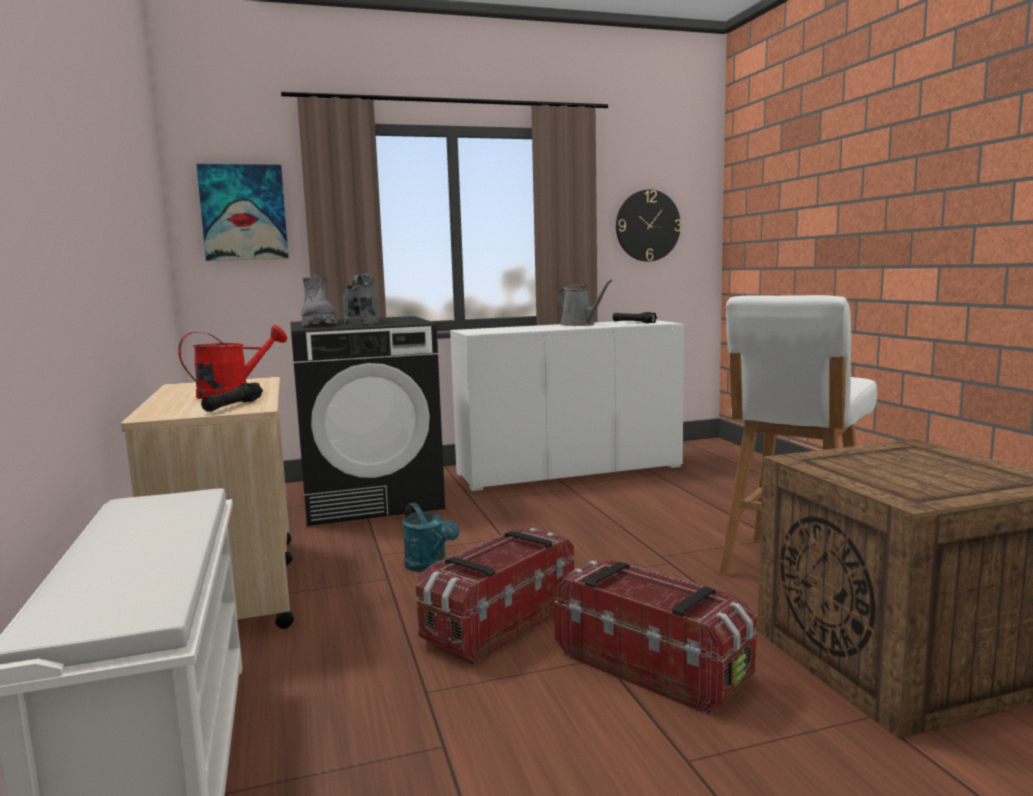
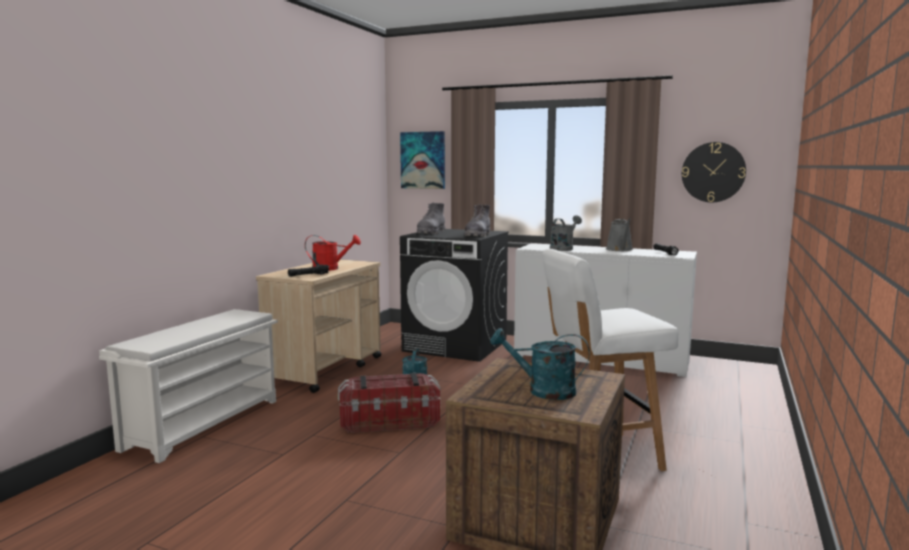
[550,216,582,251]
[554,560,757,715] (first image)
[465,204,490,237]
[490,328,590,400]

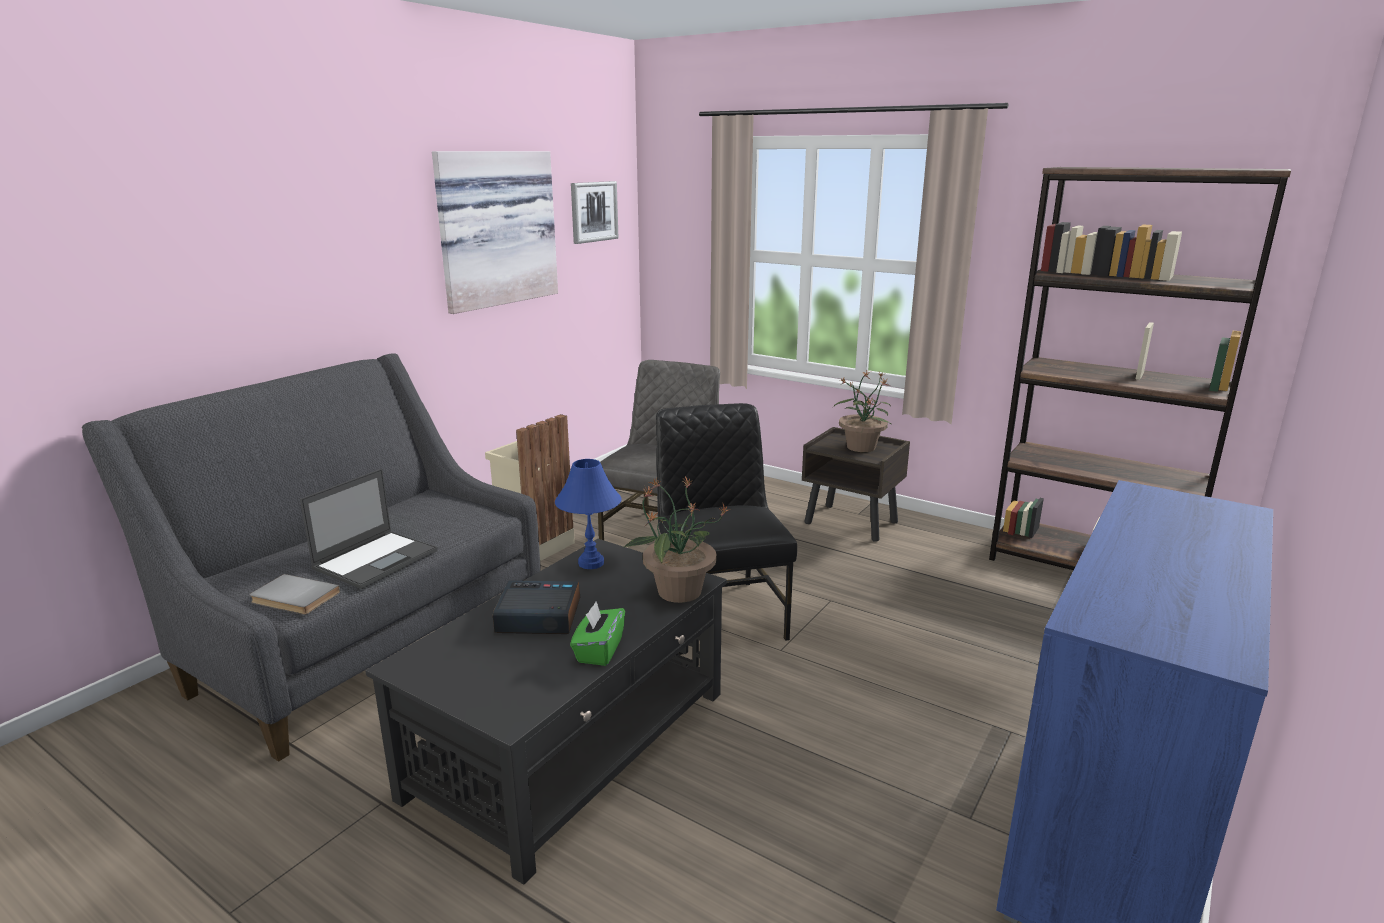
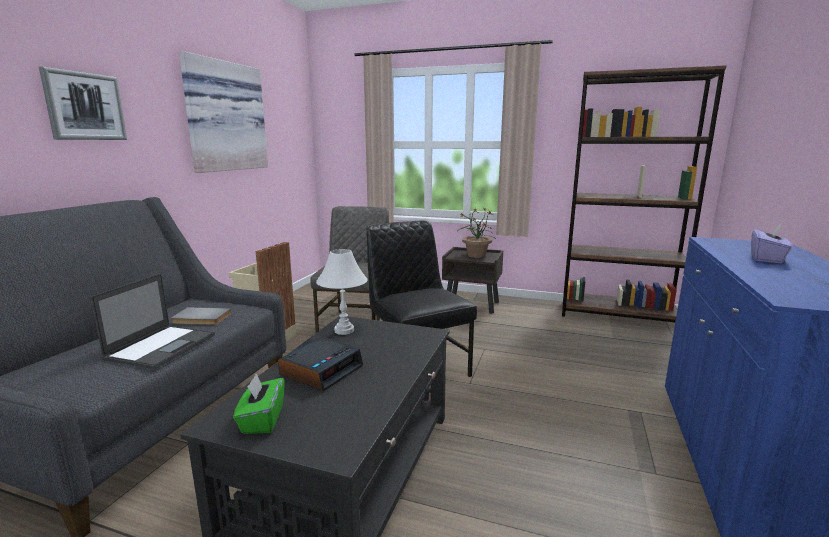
[171,307,231,325]
[278,337,363,391]
[316,249,368,335]
[233,373,285,434]
[39,67,127,140]
[623,476,728,603] (first image)
[751,224,792,263]

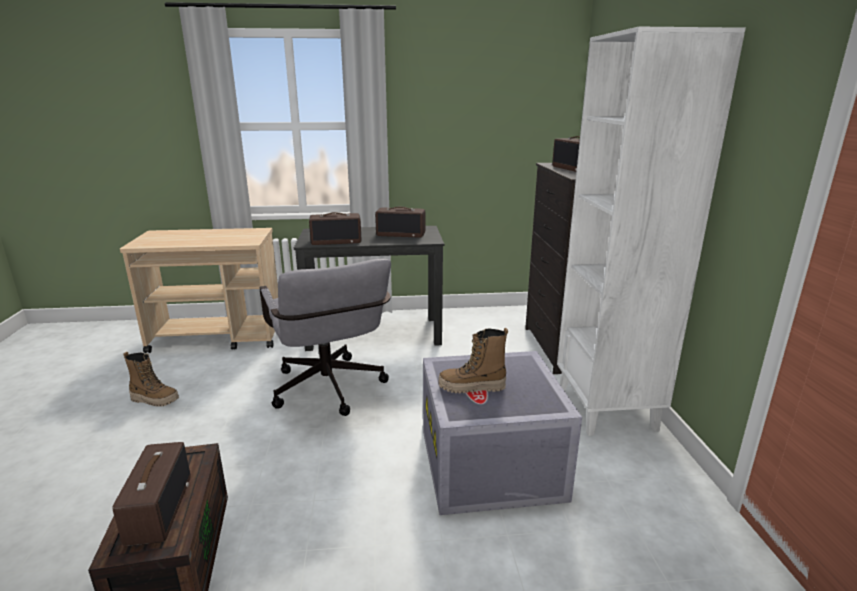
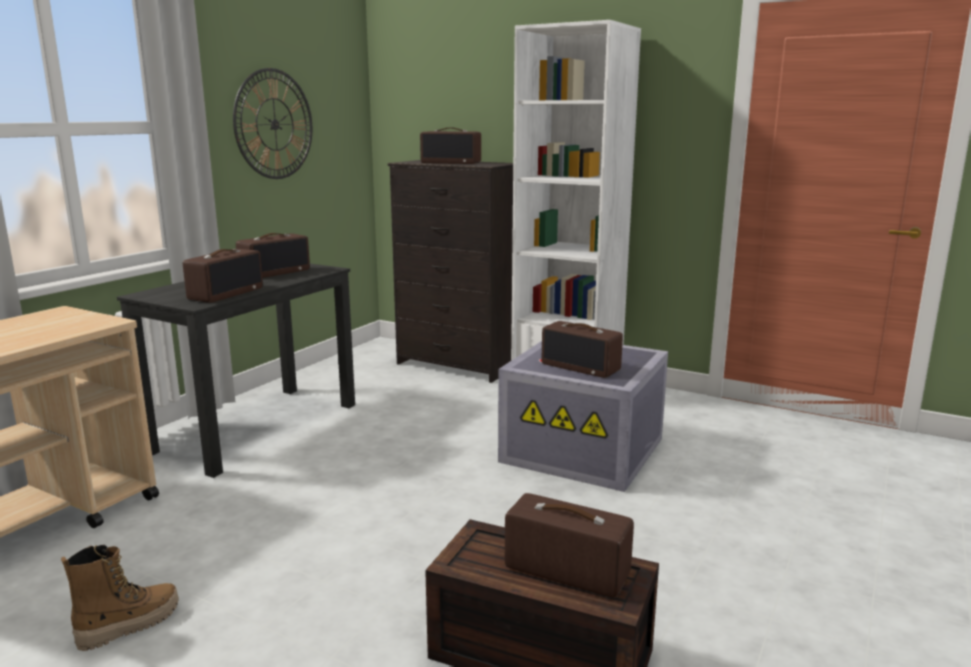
[260,259,391,416] (first image)
[542,321,623,378]
[233,68,312,179]

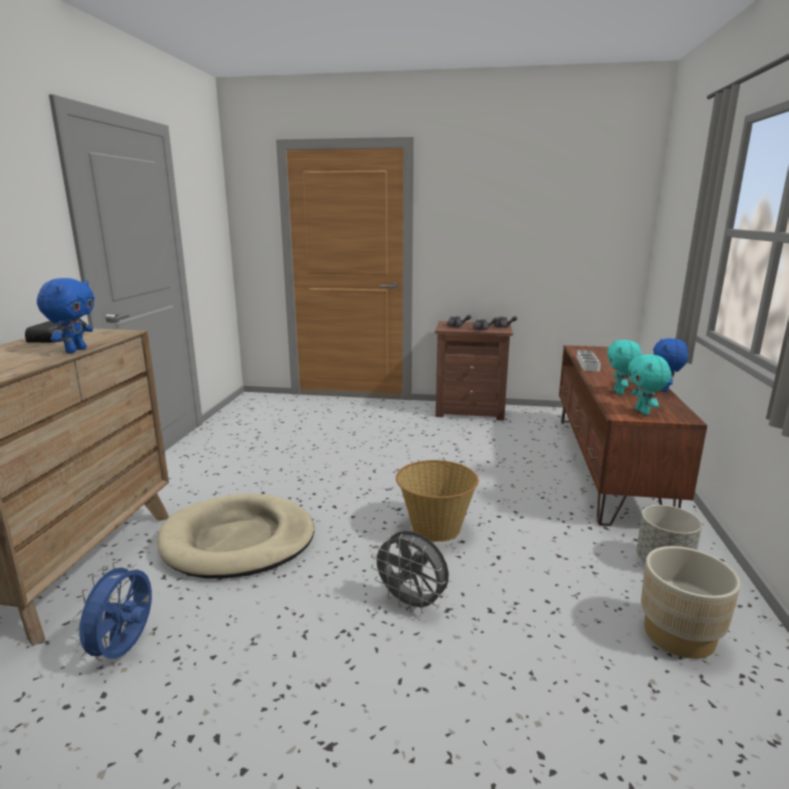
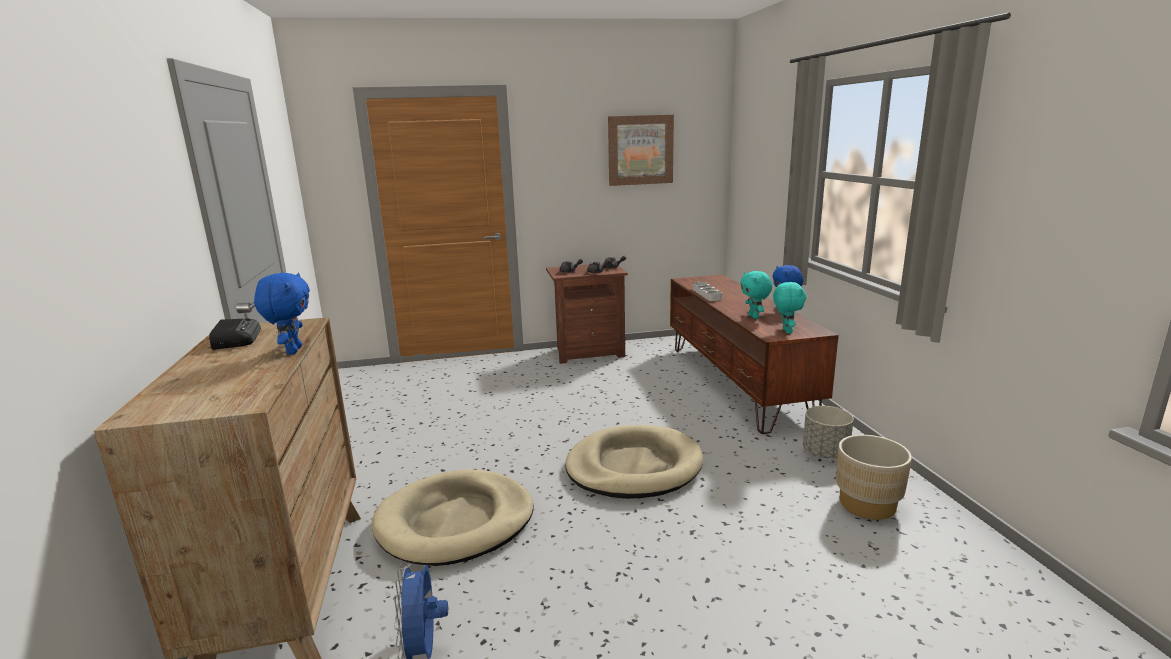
[371,531,449,614] (first image)
[565,425,703,499]
[773,282,806,334]
[608,115,674,186]

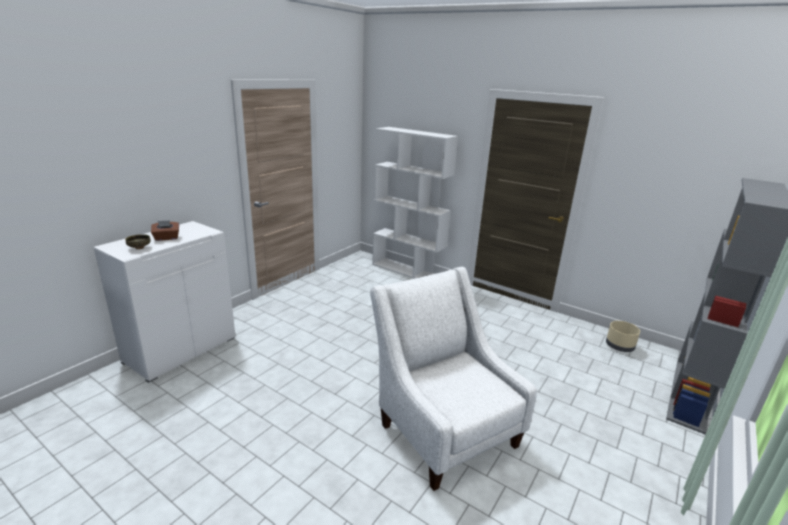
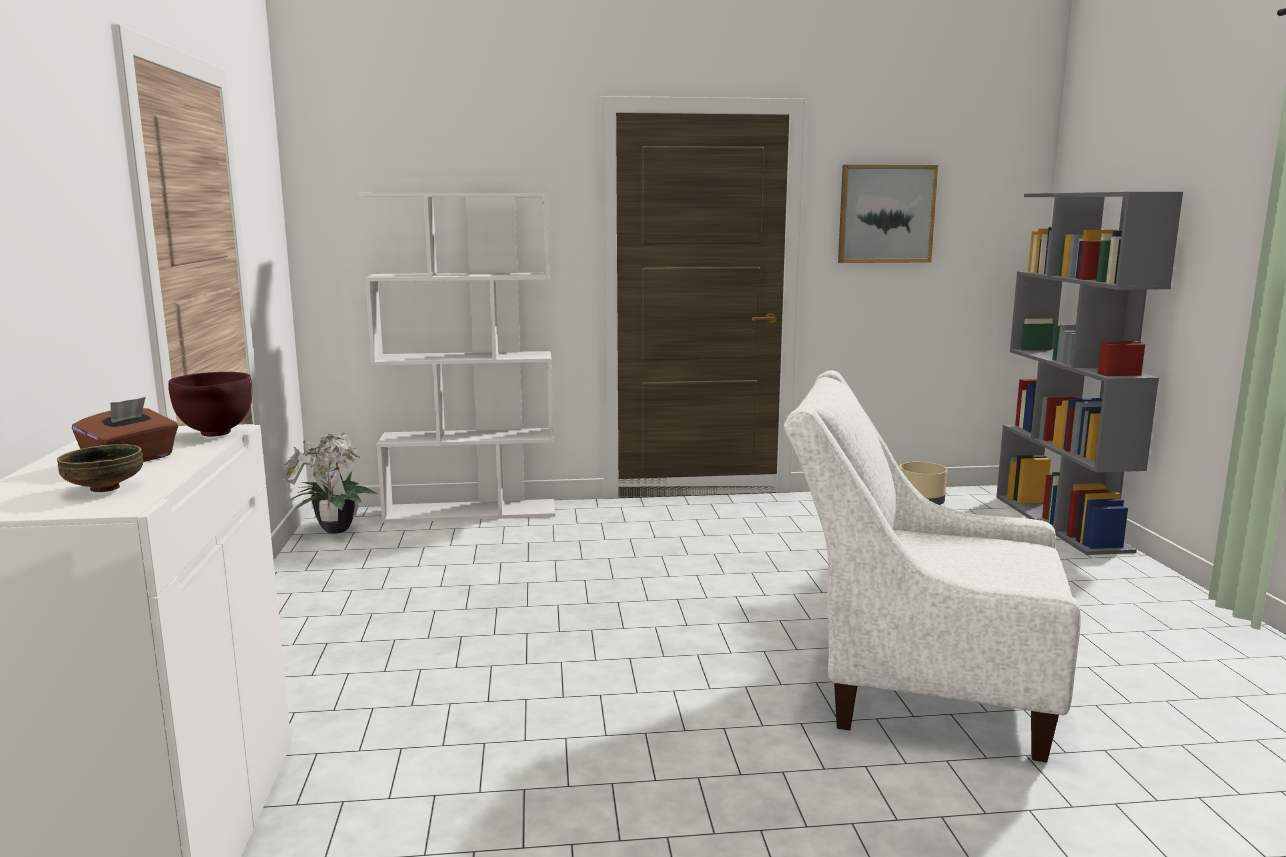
[168,372,252,437]
[282,432,378,534]
[838,165,938,263]

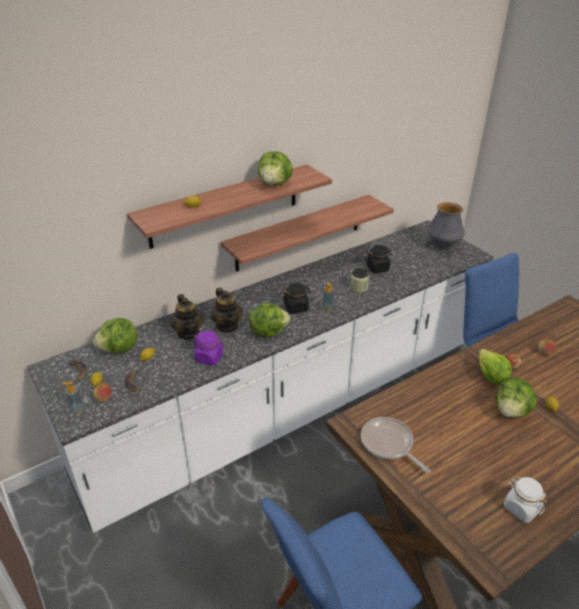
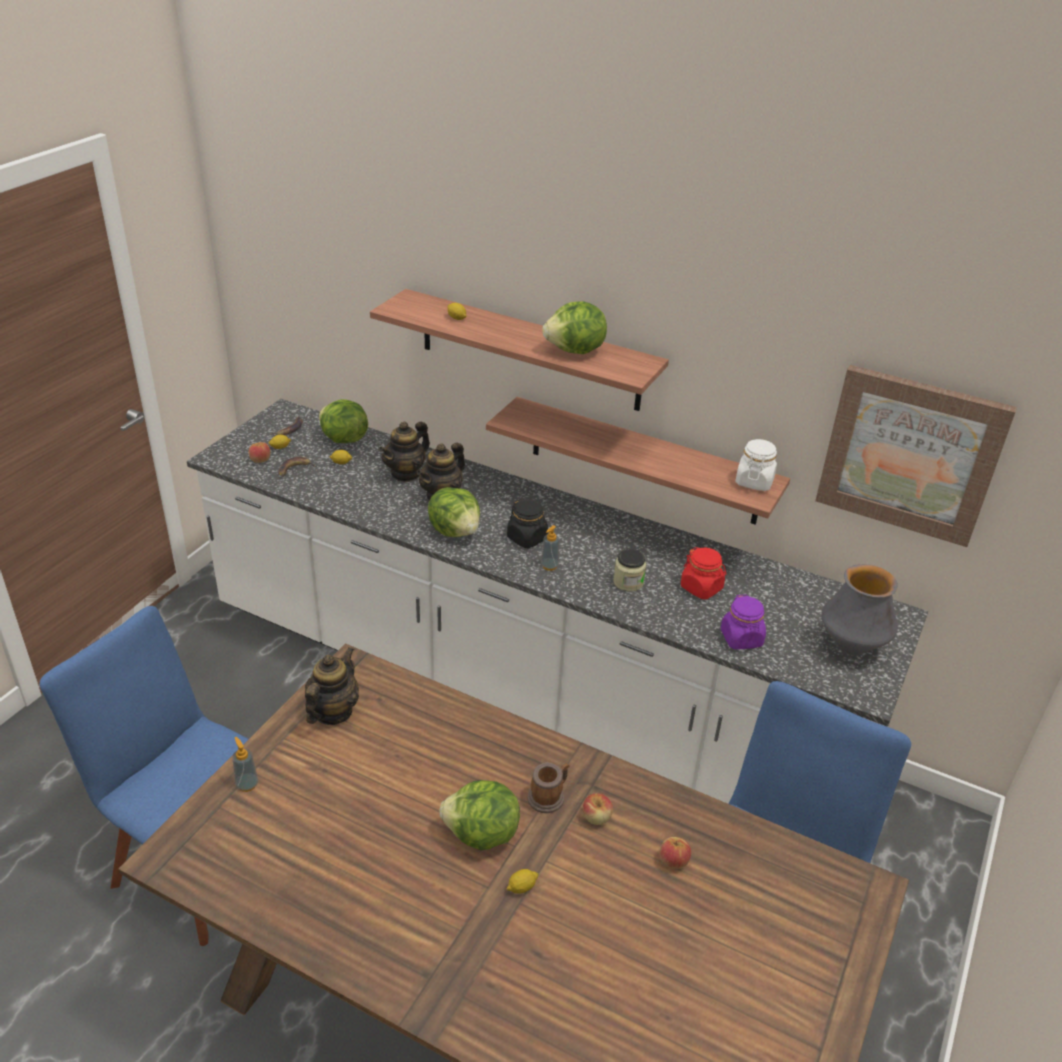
[232,737,258,792]
[721,594,766,650]
[305,647,359,725]
[681,547,727,599]
[527,762,570,813]
[735,439,777,491]
[815,365,1017,547]

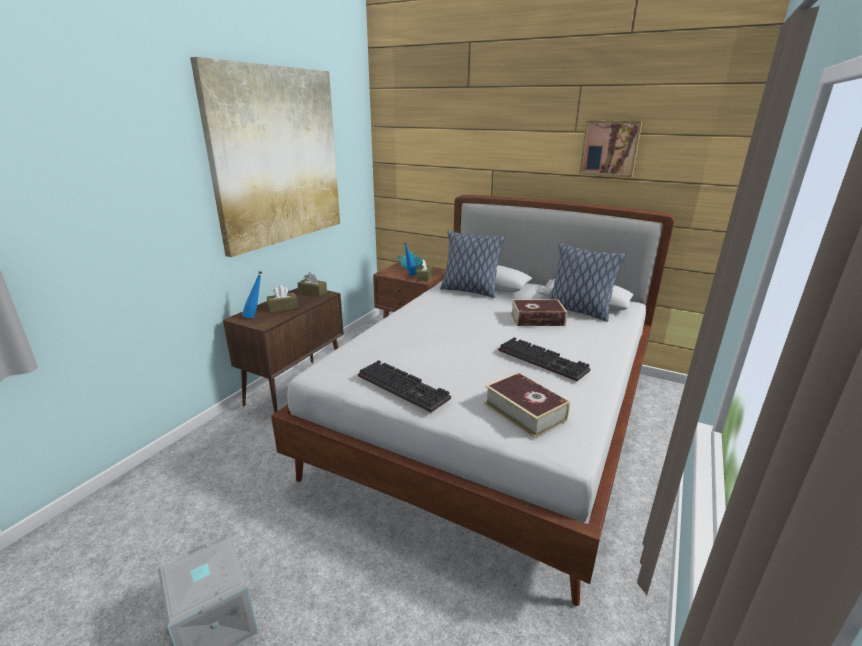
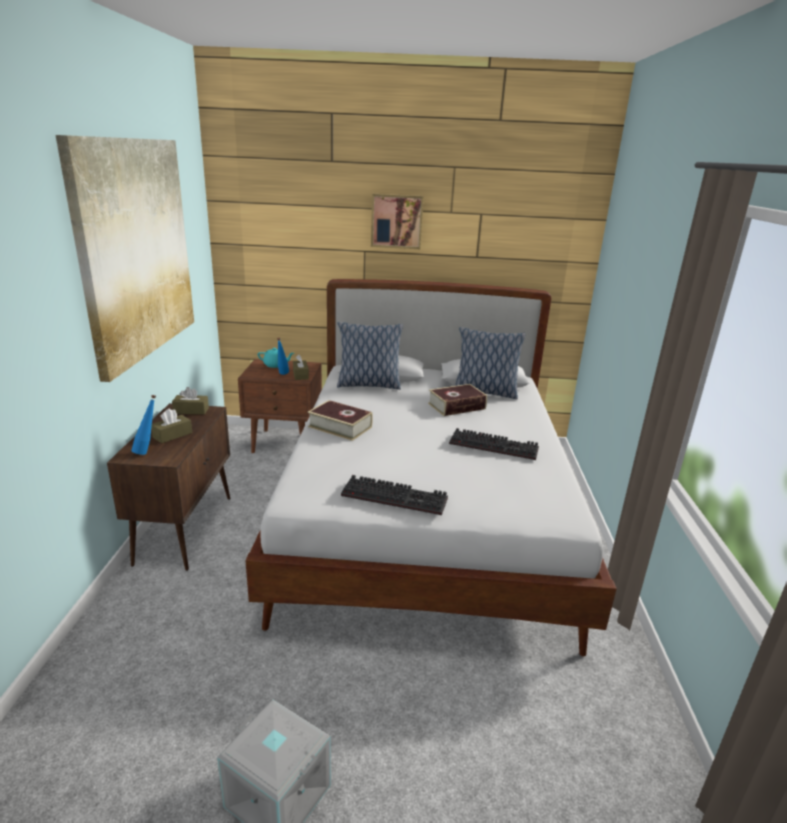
[308,400,373,441]
[371,194,424,249]

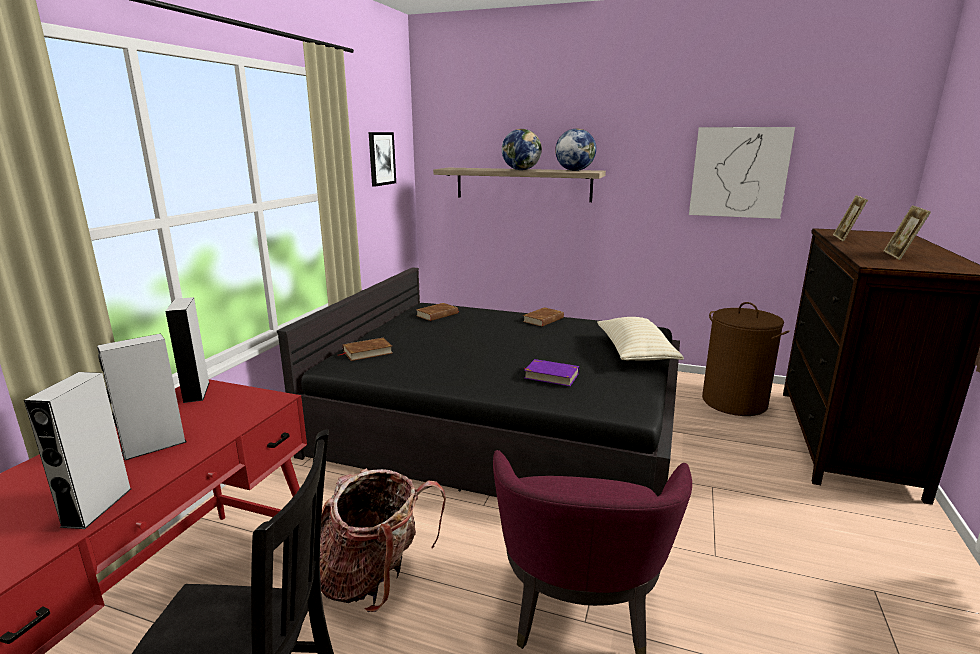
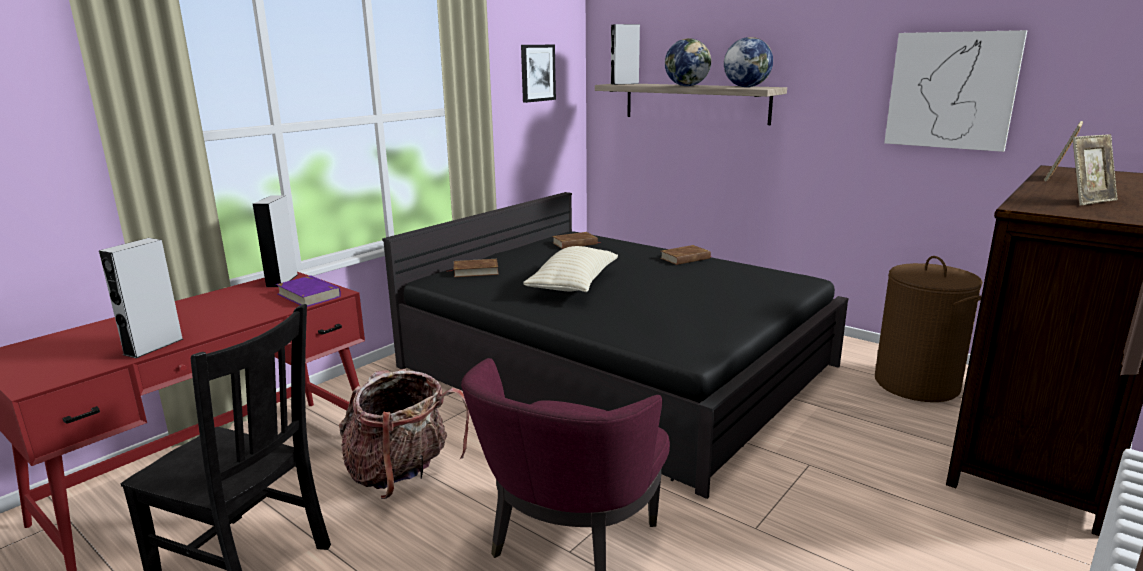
[611,24,640,85]
[276,275,341,307]
[523,246,618,292]
[1073,134,1118,205]

